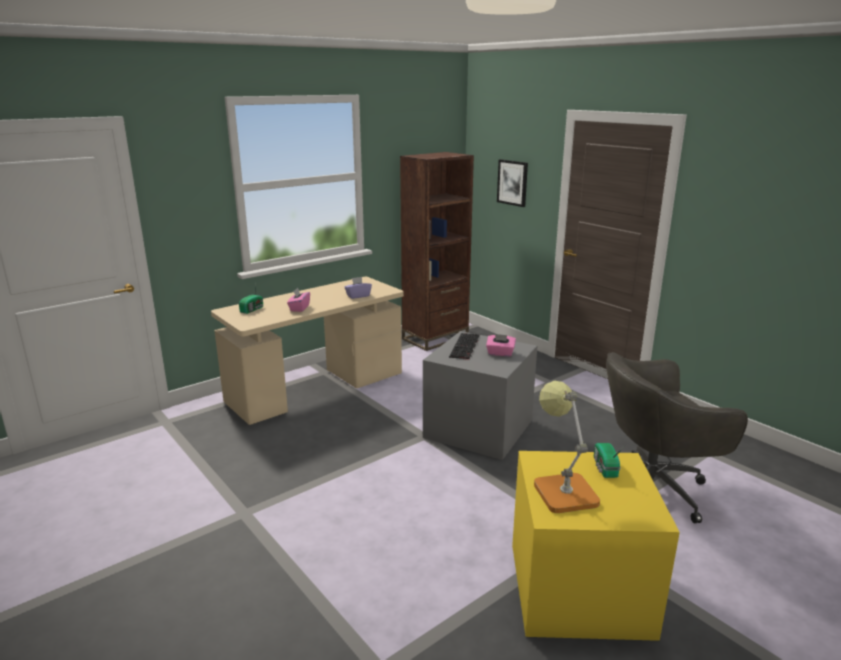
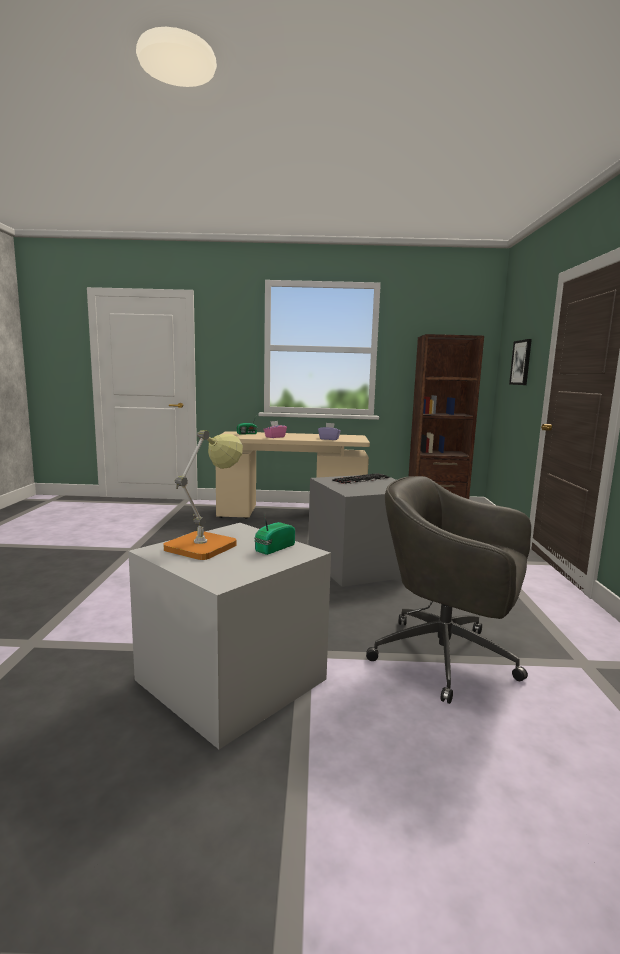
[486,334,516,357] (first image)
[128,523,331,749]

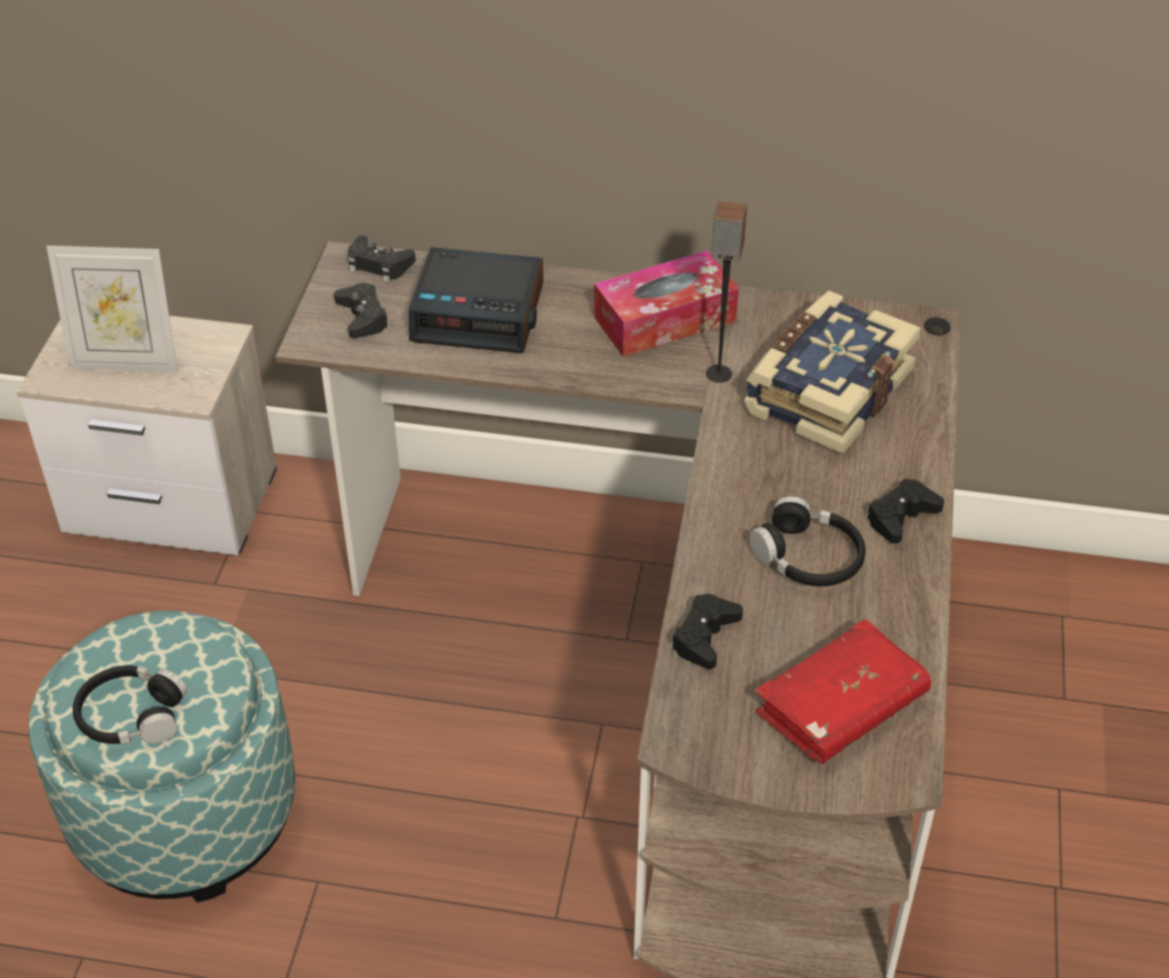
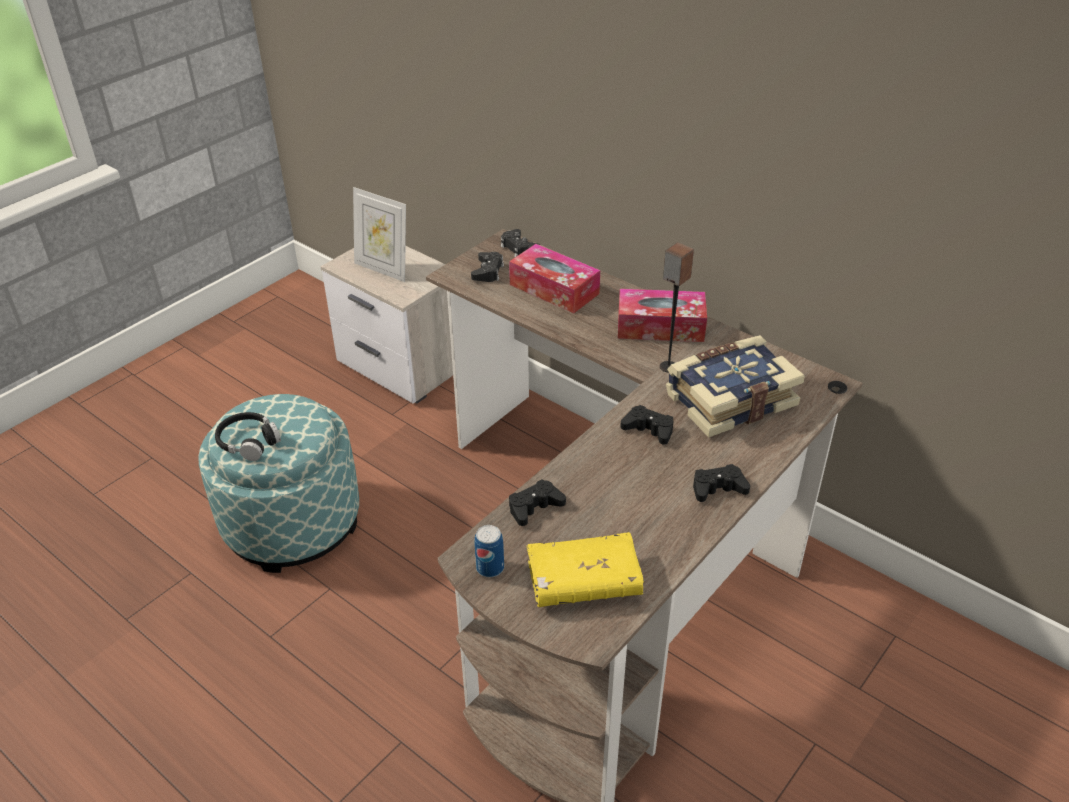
[509,244,600,313]
[750,496,866,586] (first image)
[527,532,644,607]
[474,525,504,578]
[620,405,674,445]

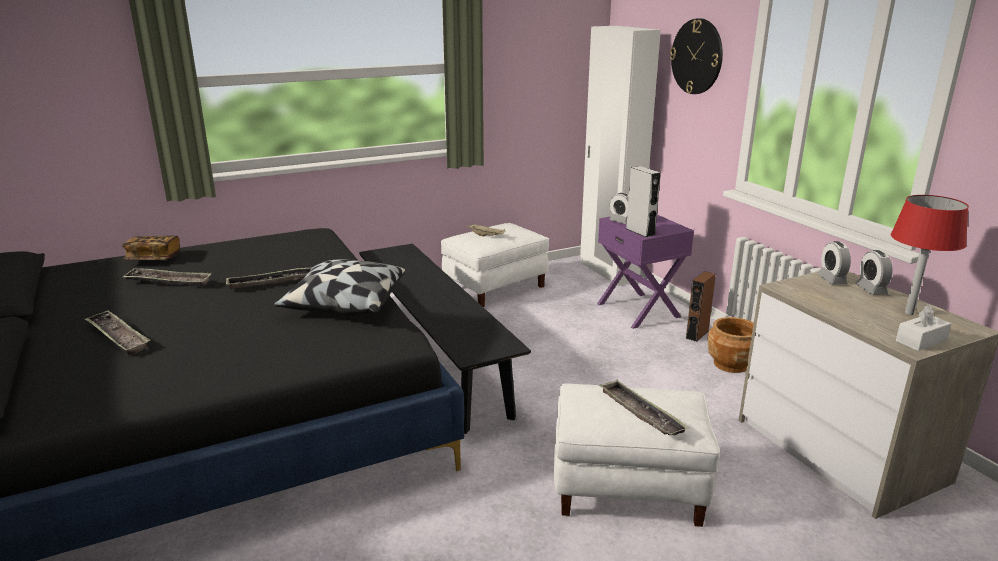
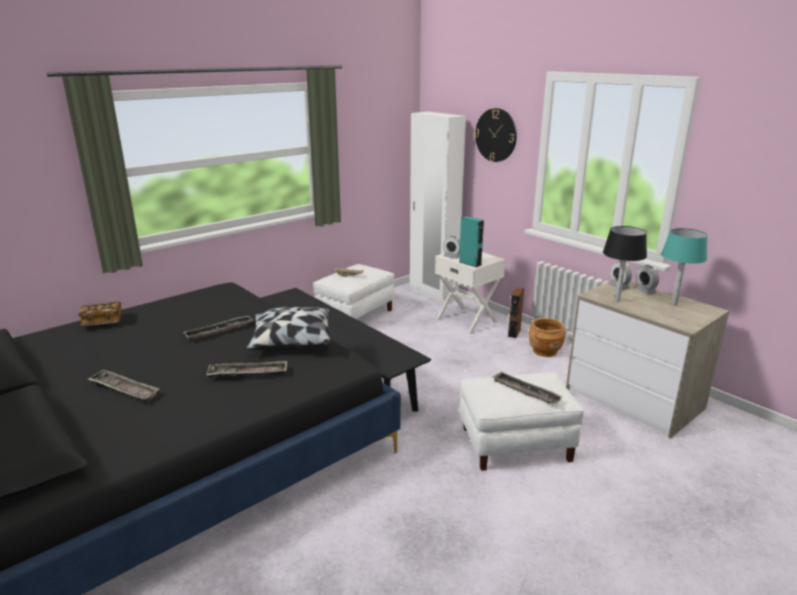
[207,360,287,377]
[435,252,505,334]
[459,216,484,268]
[661,228,707,305]
[896,305,951,351] (first image)
[603,226,647,302]

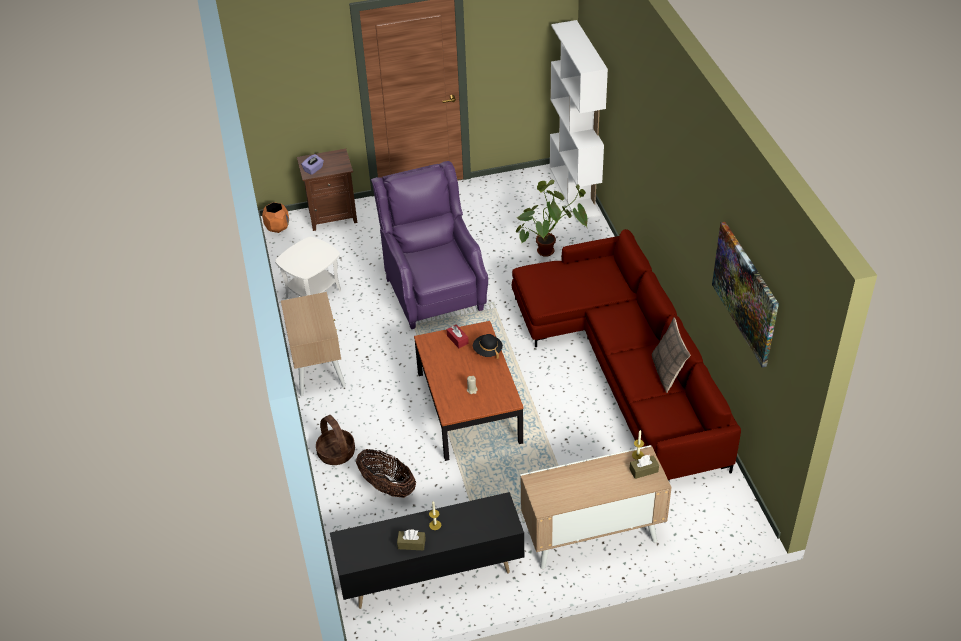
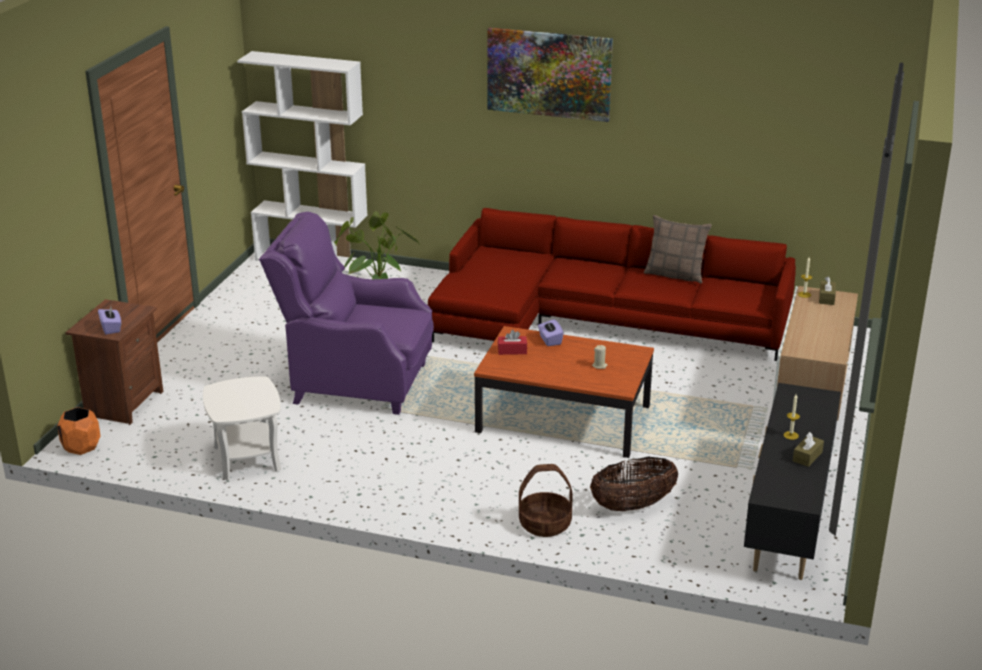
[281,292,346,396] (first image)
[538,318,564,346]
[487,28,613,122]

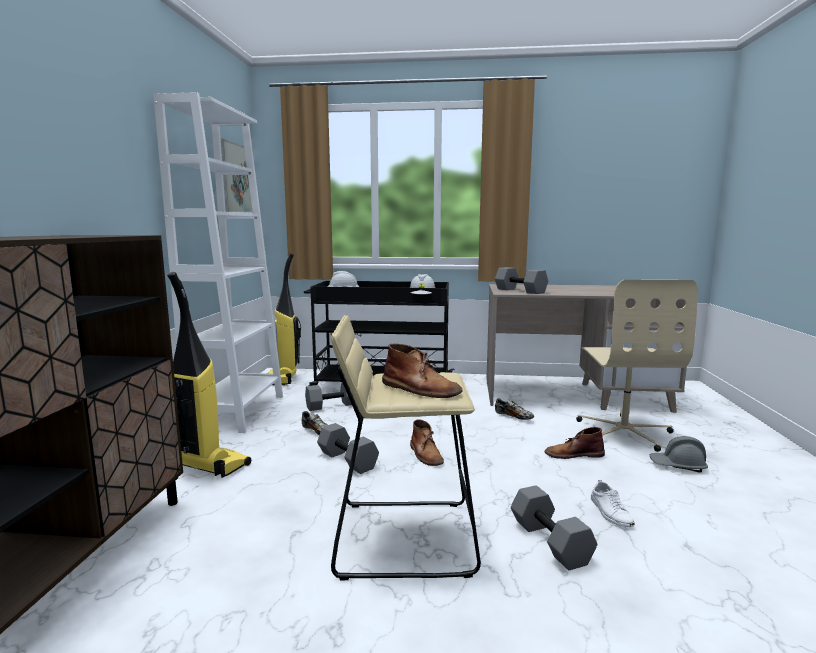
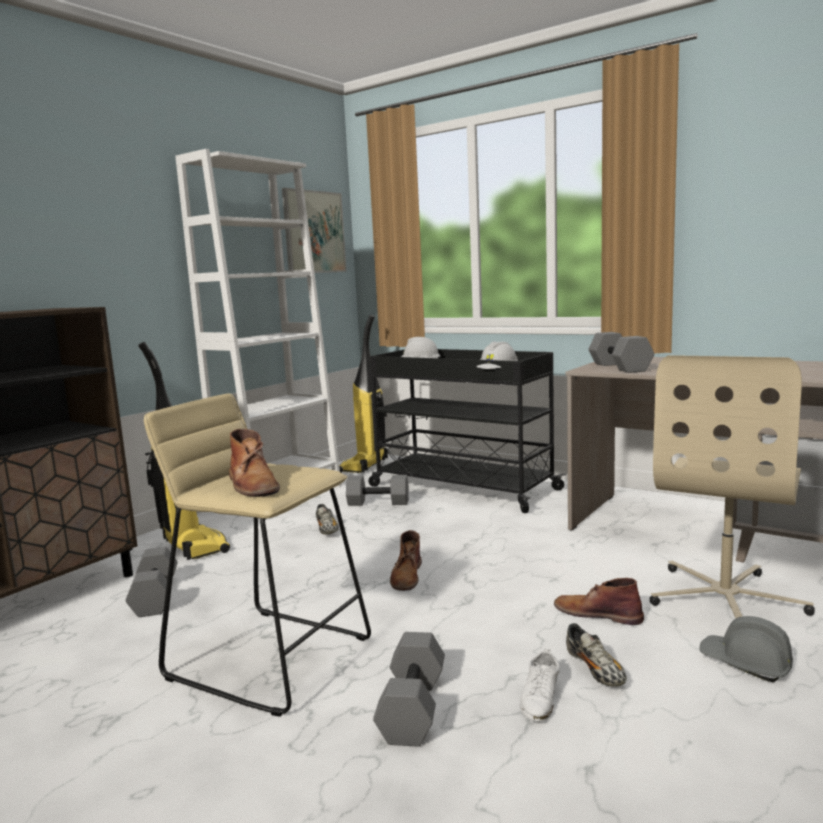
[125,547,178,617]
[566,623,627,687]

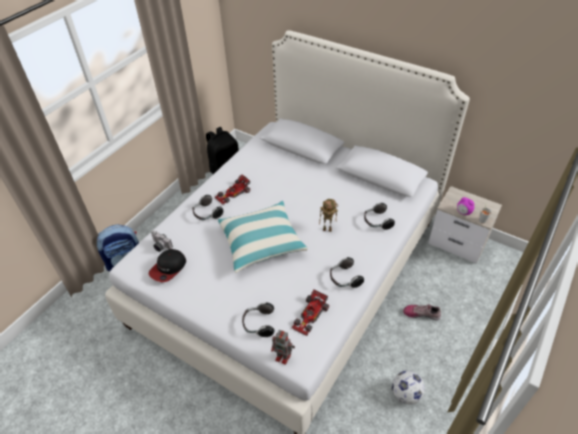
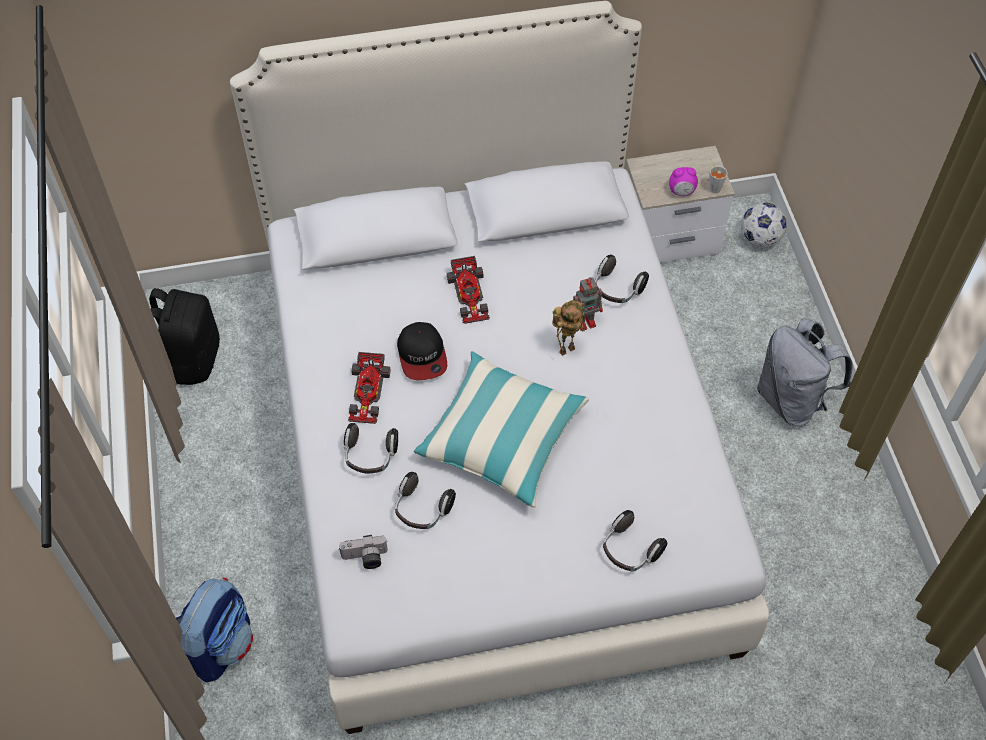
[397,322,447,380]
[573,277,603,331]
[447,256,490,324]
[395,472,456,529]
[741,203,787,247]
[403,304,441,320] (first image)
[757,318,853,427]

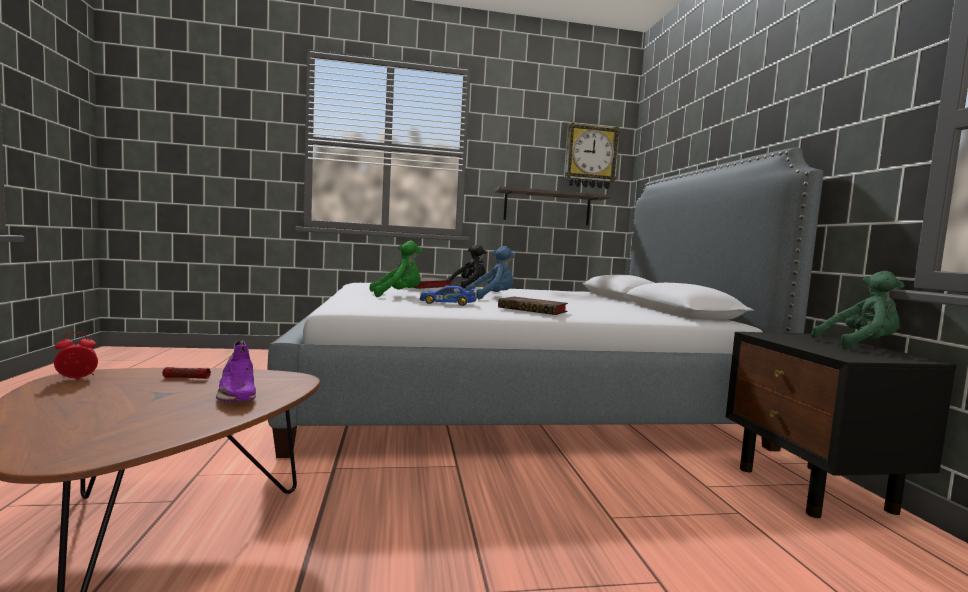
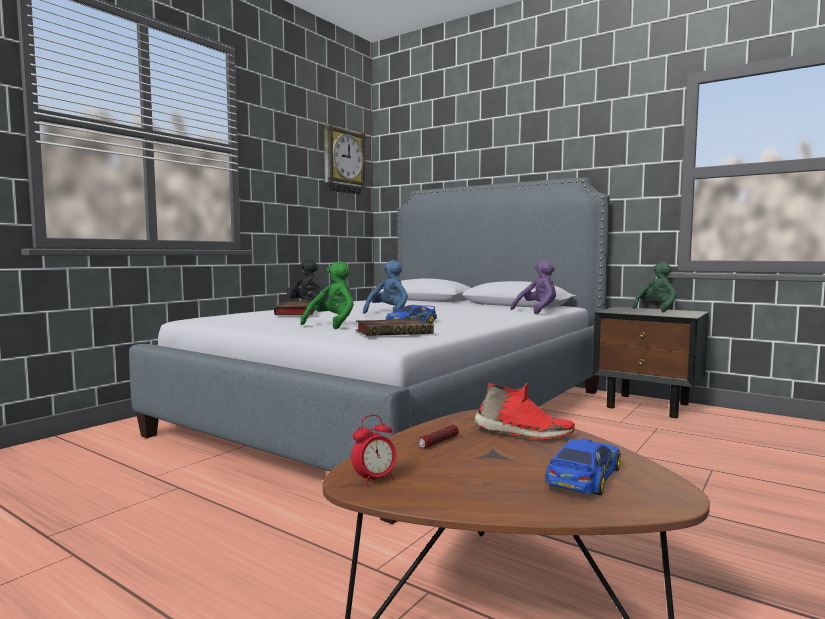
[351,415,396,486]
[473,383,575,439]
[494,186,611,225] (first image)
[356,319,434,336]
[510,260,556,314]
[545,438,621,496]

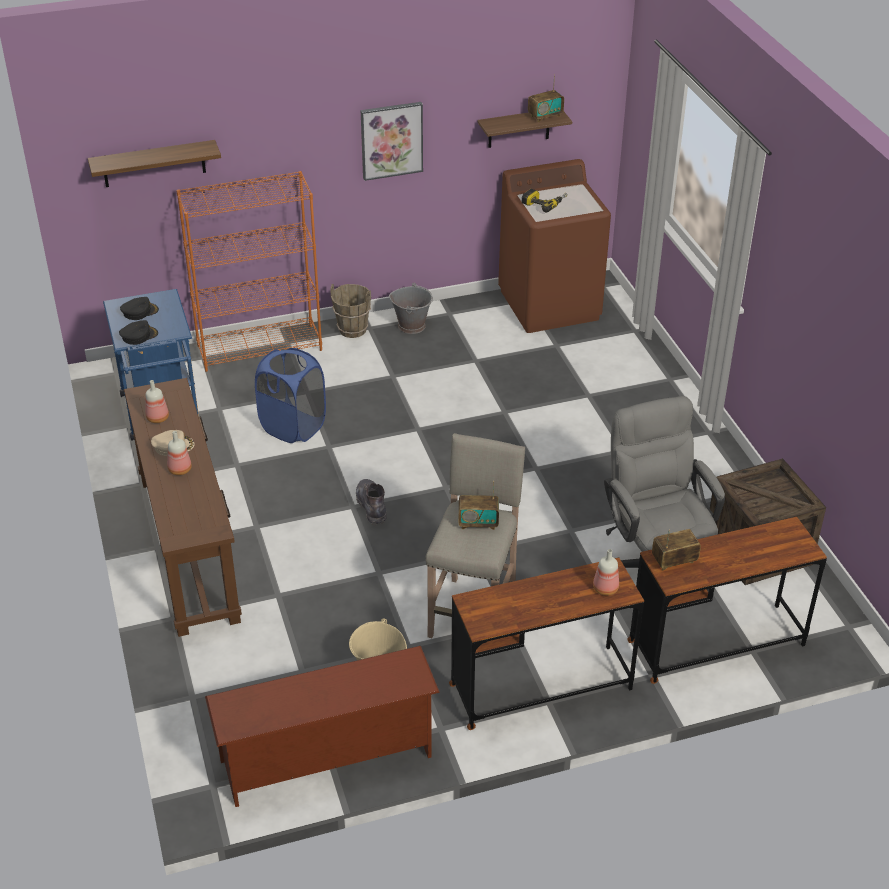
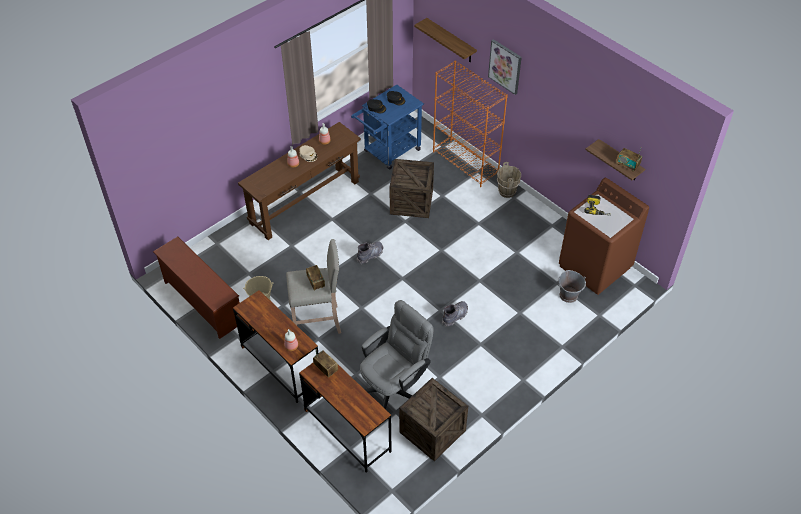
[389,159,434,218]
[488,39,522,95]
[559,270,586,303]
[442,301,468,327]

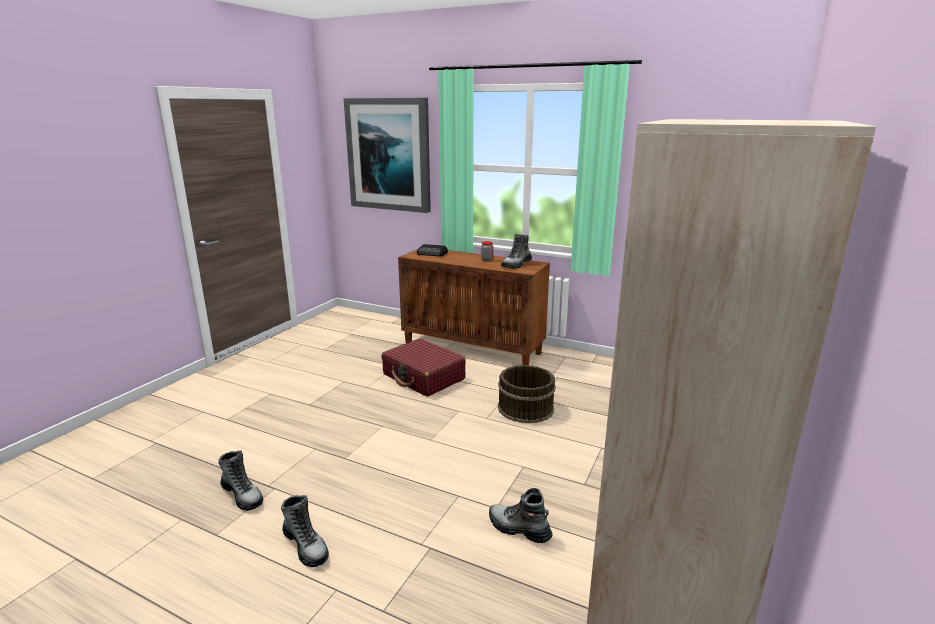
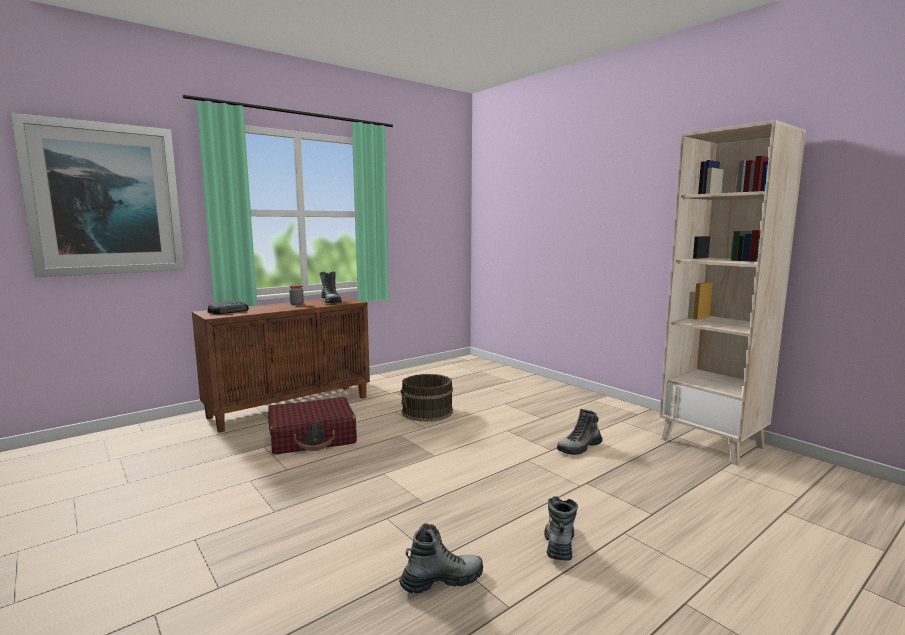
[544,496,578,561]

